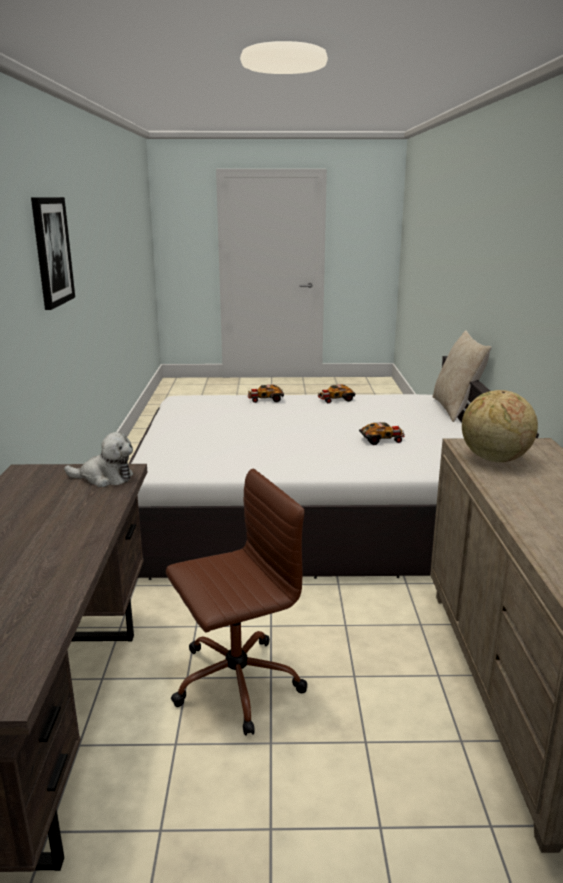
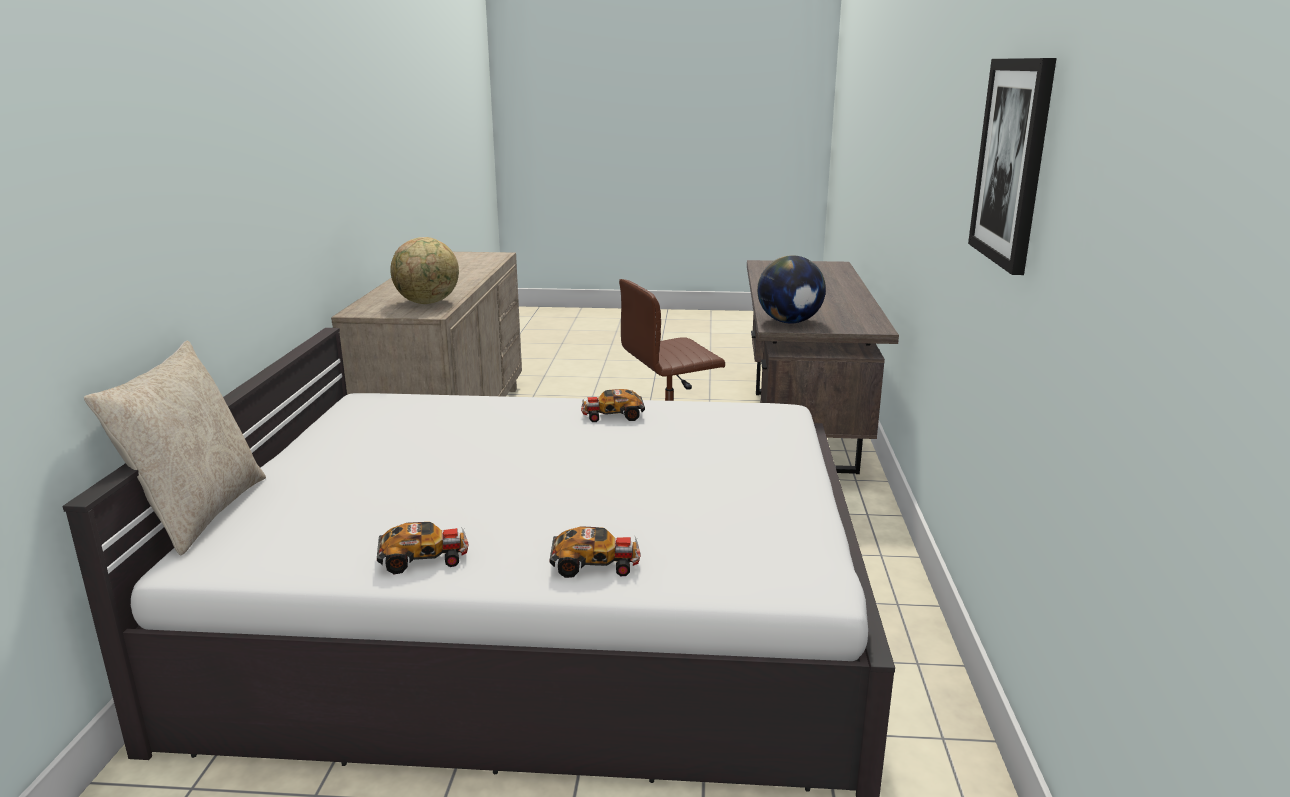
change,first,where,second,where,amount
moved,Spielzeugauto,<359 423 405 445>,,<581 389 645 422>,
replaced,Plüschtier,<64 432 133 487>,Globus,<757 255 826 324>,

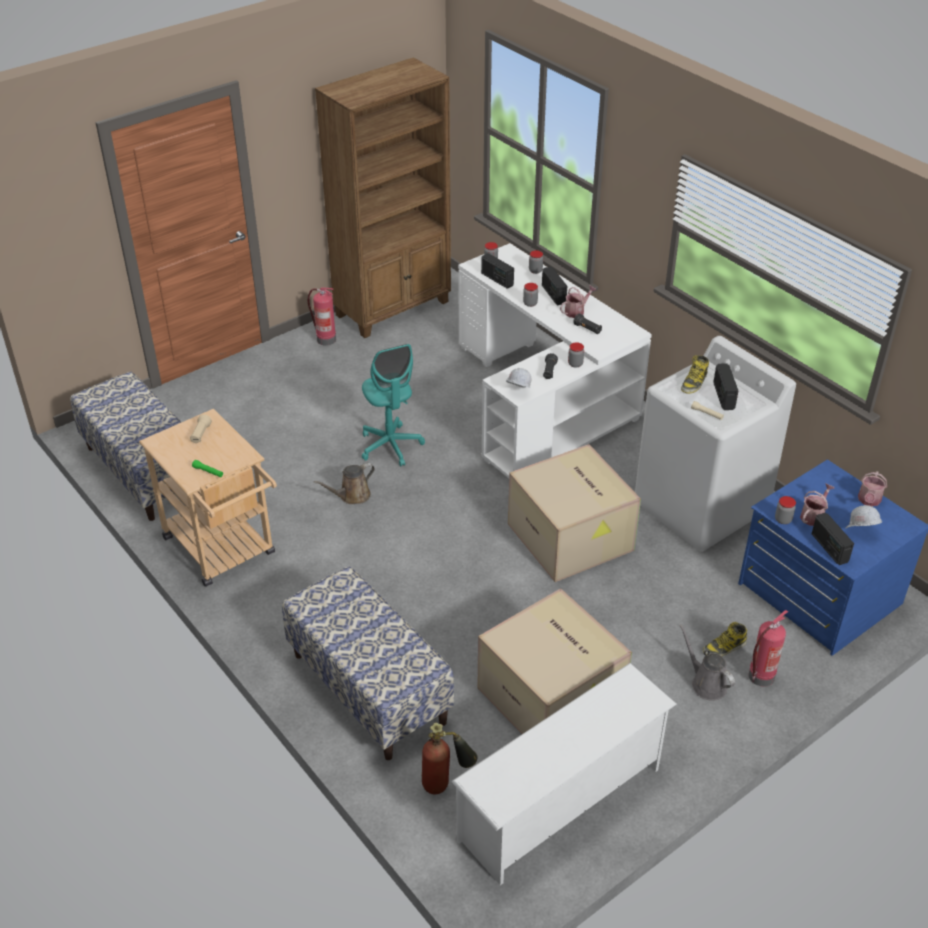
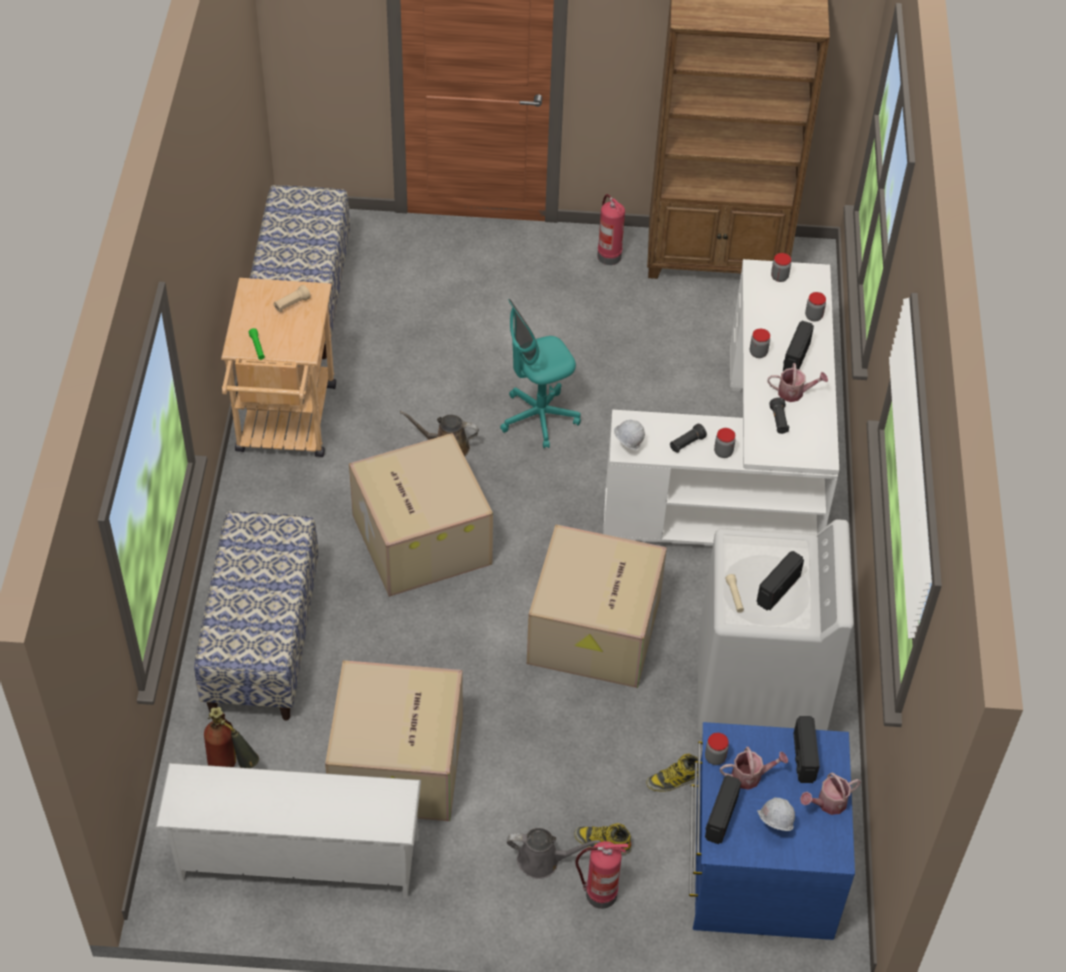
change,first,where,second,where,amount
added,,,Karton,<349 433 493 597>,
moved,Radio,<481 253 514 289>,,<793 716 820 783>,
moved,Stiefel,<681 355 709 394>,,<646 753 698 792>,
turned,Bürostuhl (türkis),<362 344 425 466>,,<500 299 581 448>,45 degrees clockwise
turned,Gießkanne (grau),<679 625 735 701>,,<507 828 601 879>,90 degrees clockwise

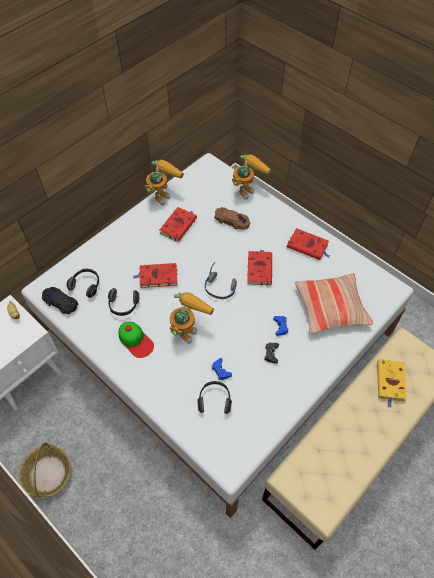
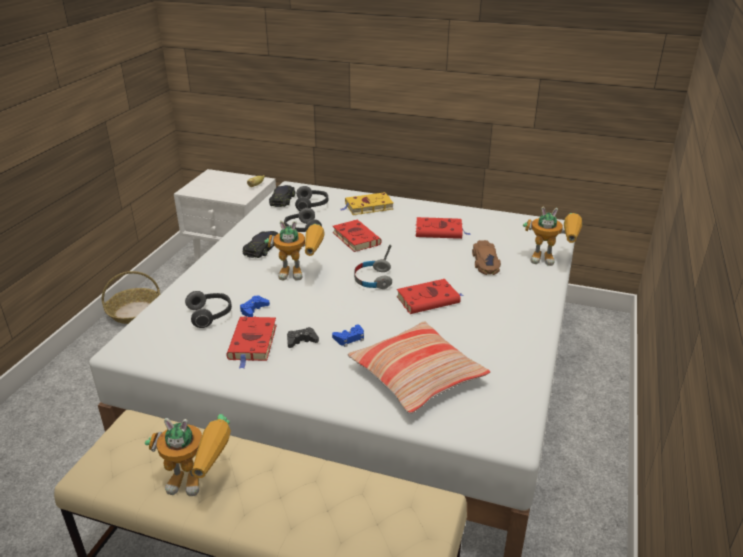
change,first,where,second,where,amount
moved,Spielzeugroboter,<145 160 184 205>,,<145 414 231 496>,
moved,Buch (rot),<287 228 330 260>,,<226 316 277 369>,
moved,Buch (gelb),<377 359 407 408>,,<340 192 393 215>,
replaced,Kappe,<118 322 154 358>,Spielzeugauto (schwarz),<243 231 278 258>,

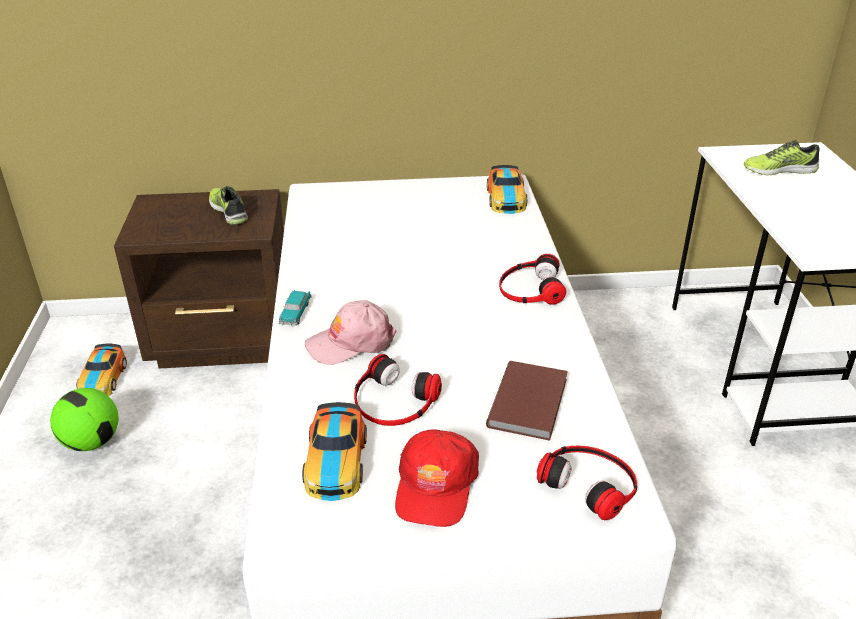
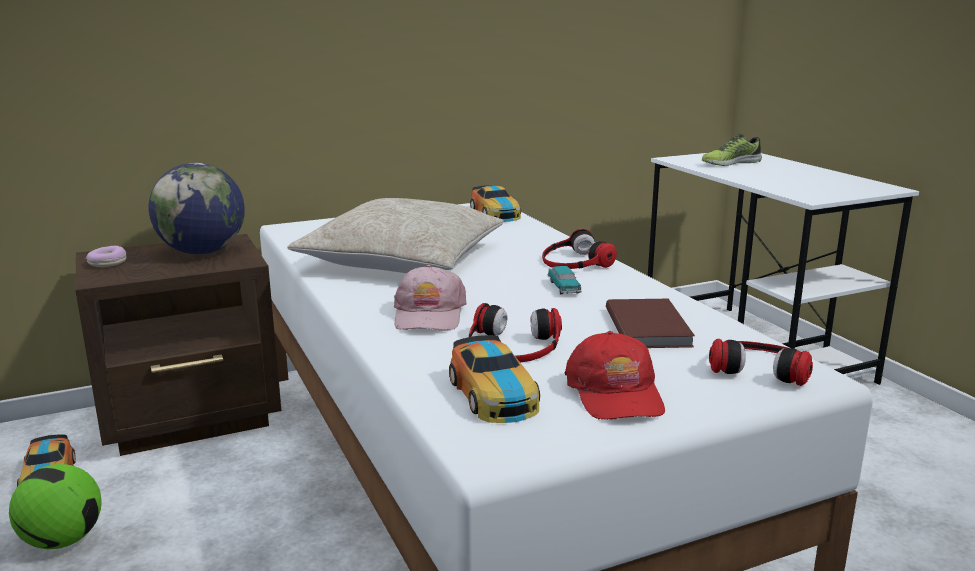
change,first,where,second,where,amount
added,,,Donut,<86 246 127 267>,
added,,,Kissen (beige),<287 198 504 273>,
moved,Spielzeugauto,<279 290 312 326>,,<548 266 582 294>,
replaced,Schuh,<209 186 248 225>,Globus,<148 163 245 255>,
turned,Kappe (rosa),<305 300 396 365>,,<394 265 466 331>,45 degrees counterclockwise

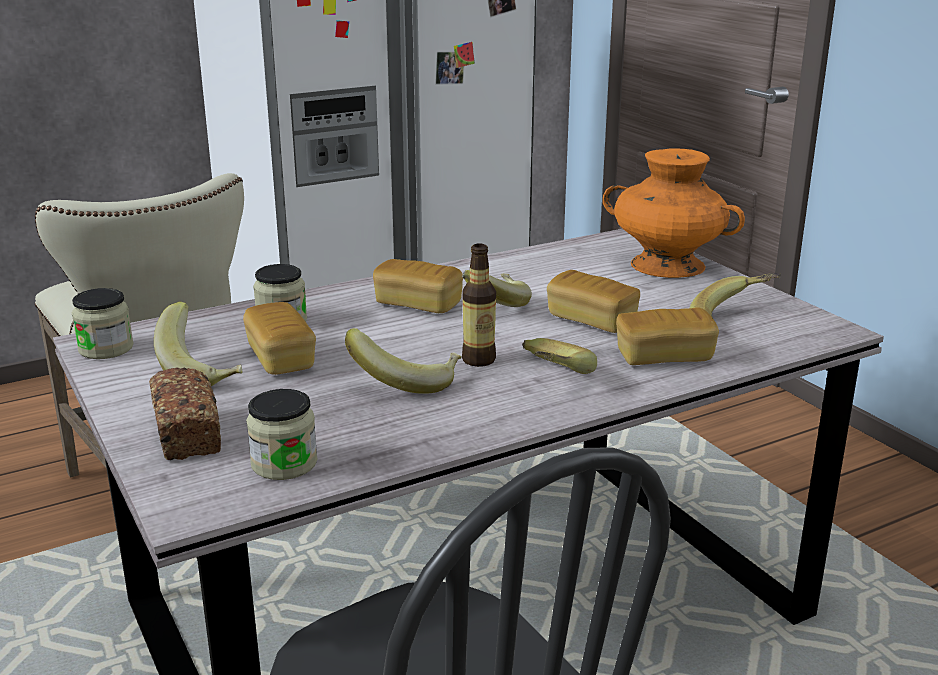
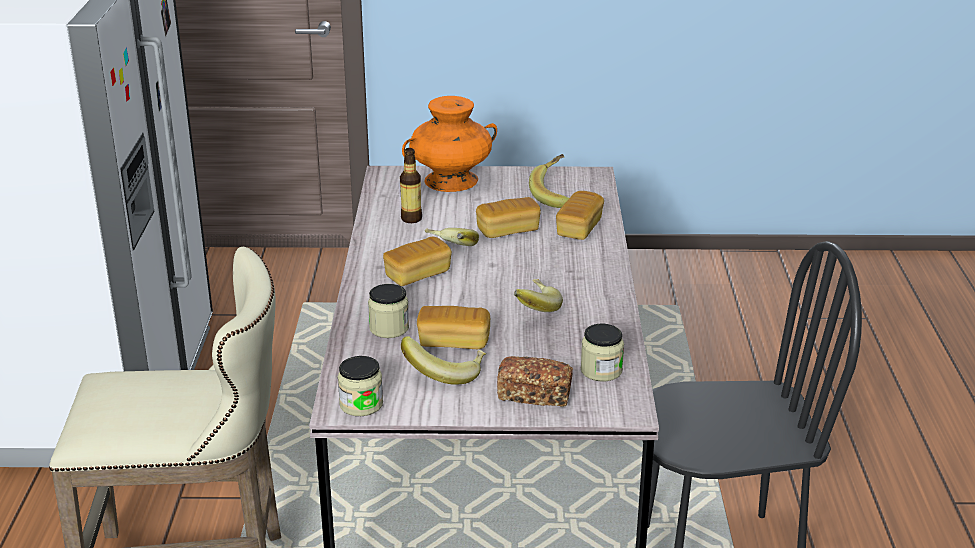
change,first,where,second,where,amount
removed,Banane,<522 338 597 374>,,,
moved,Flasche,<462 243 496 367>,,<400 148 422 223>,

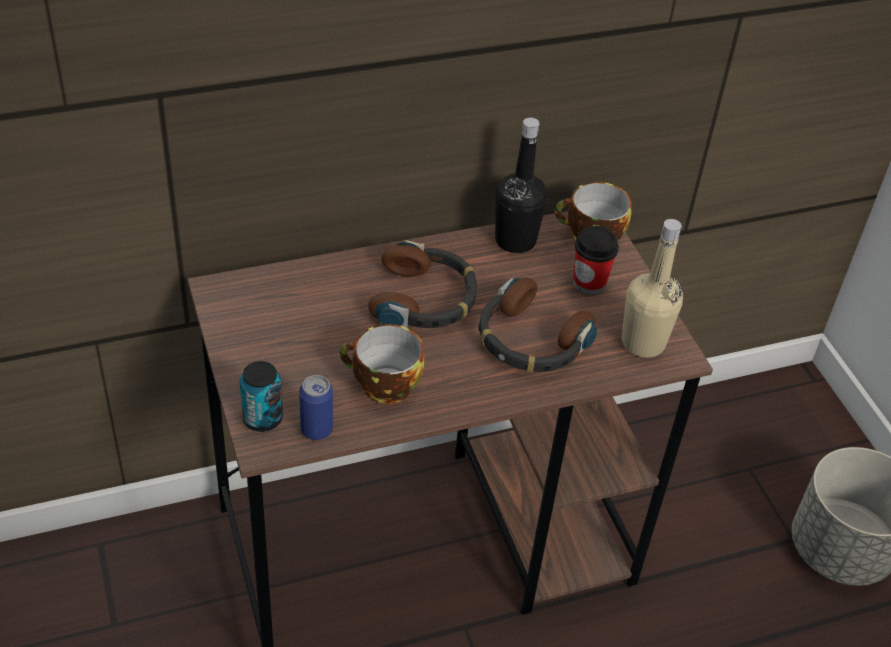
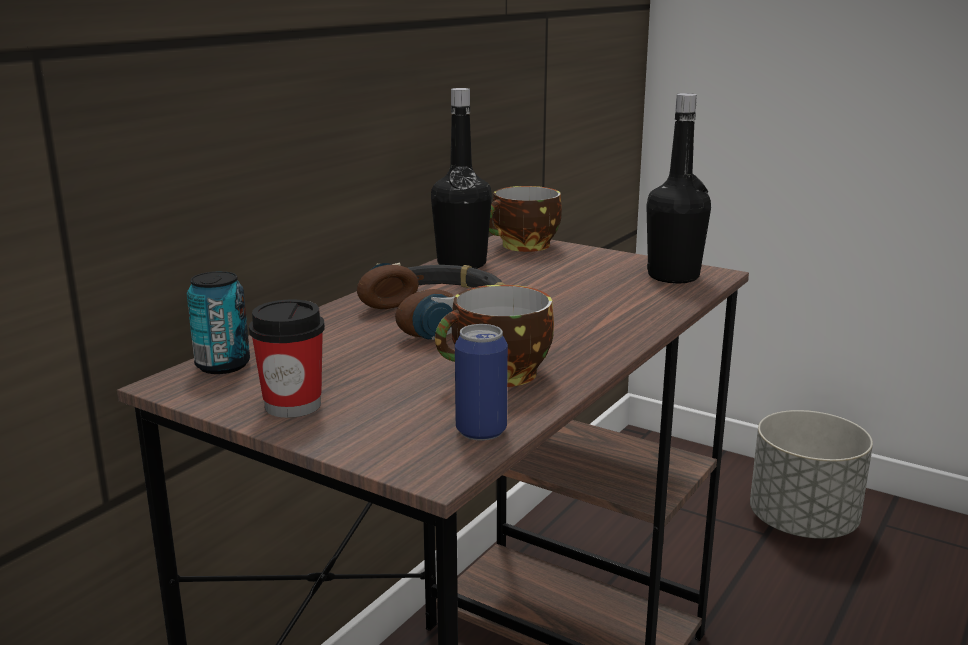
change,first,where,second,where,amount
removed,Kopfhörer,<478 277 597 373>,,,
moved,Dose,<240 361 283 432>,,<187 271 250 374>,
moved,Tasse,<573 226 619 295>,,<249 299 325 418>,
recoloured,Flasche (beige),<622 219 683 358>,Flasche (schwarz),<646 93 711 283>,

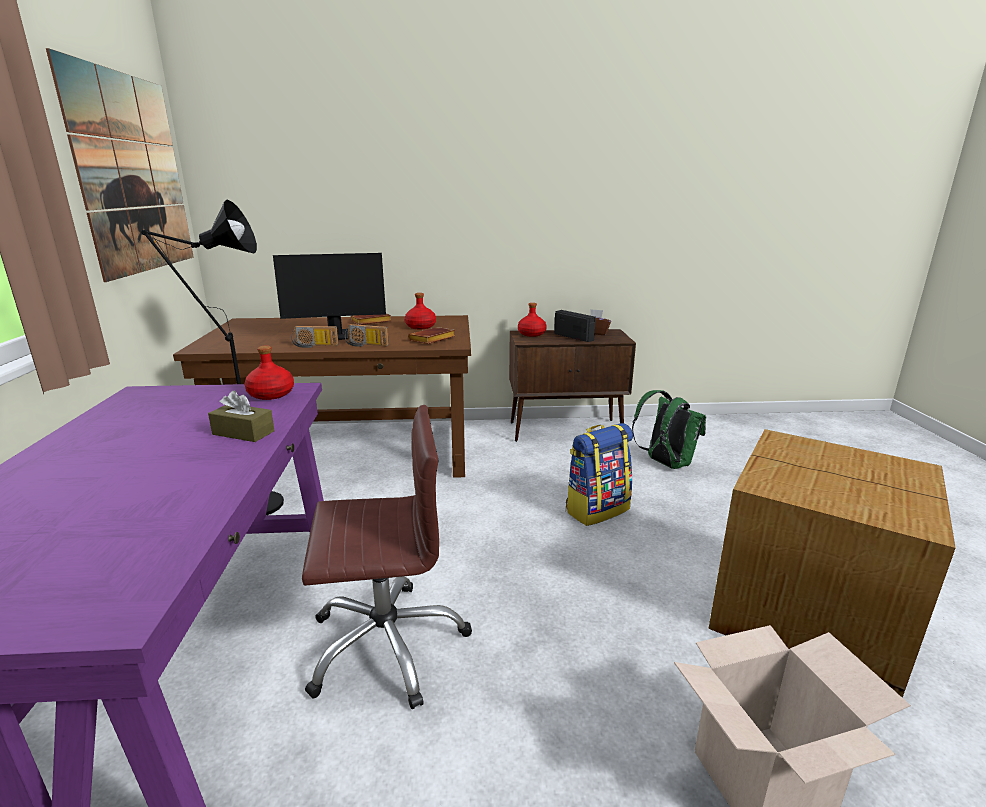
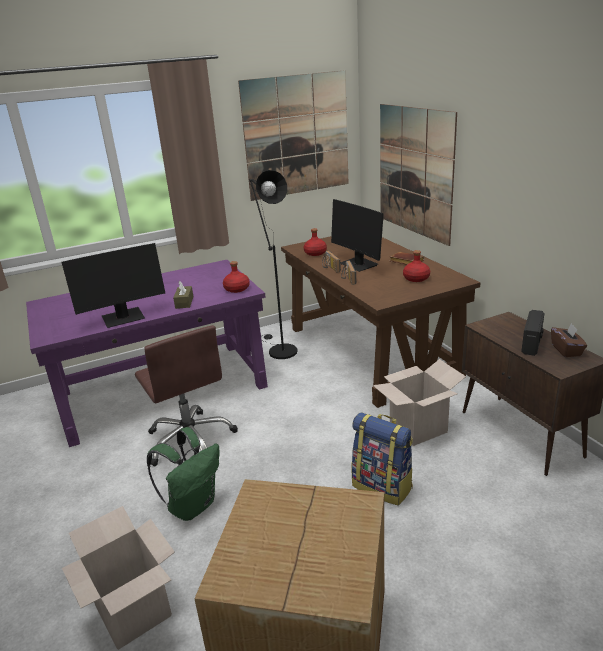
change,first,where,second,where,amount
removed,Buch (braun),<408 327 455 344>,,,
added,,,Monitor,<62 243 165 328>,
added,,,Karton,<373 359 466 446>,
added,,,Bild,<380 104 457 246>,
moved,Flasche (rot),<518 303 547 337>,,<304 228 327 256>,
moved,Rucksack (grün),<632 390 706 469>,,<147 427 219 521>,

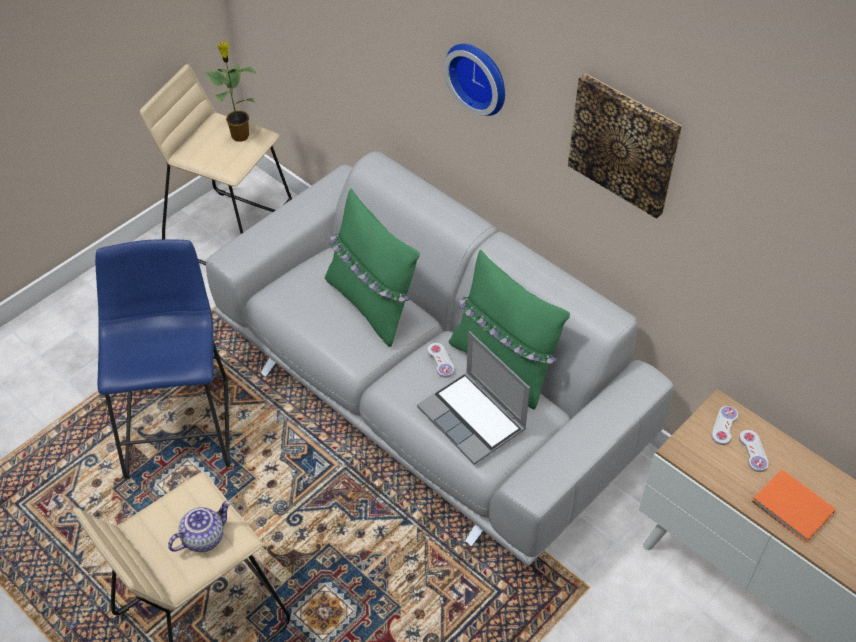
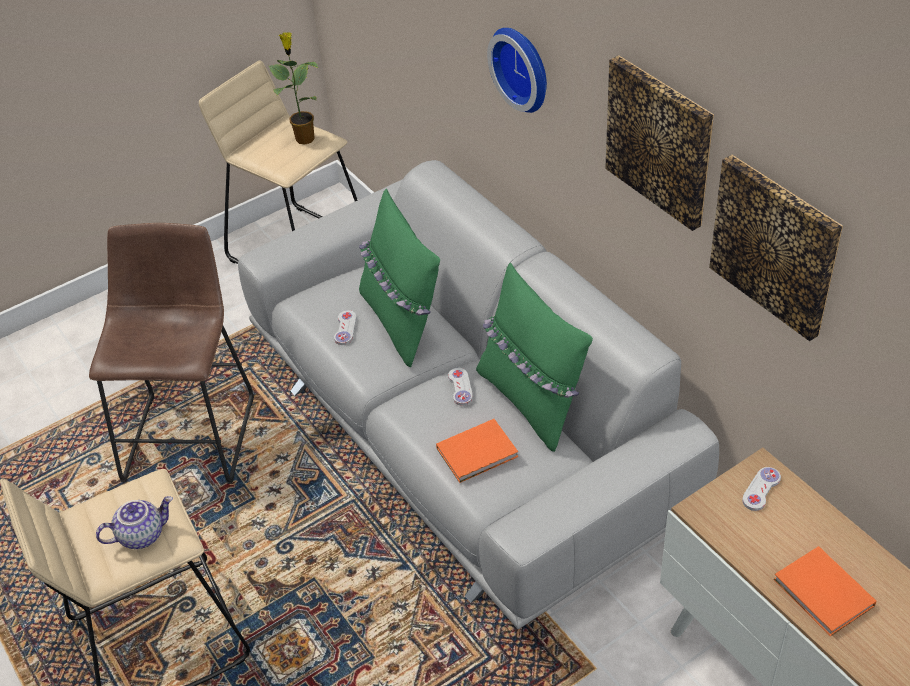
change,first,where,second,where,amount
added,,,Bild,<709 155 843 341>,
moved,Gamepad (weiß),<739 430 769 472>,,<334 310 357 345>,
replaced,Laptop,<417 331 530 465>,Buch (orange),<436 419 518 483>,
recoloured,Hocker (blau),<95 239 230 479>,Hocker (braun),<89 223 254 484>,

